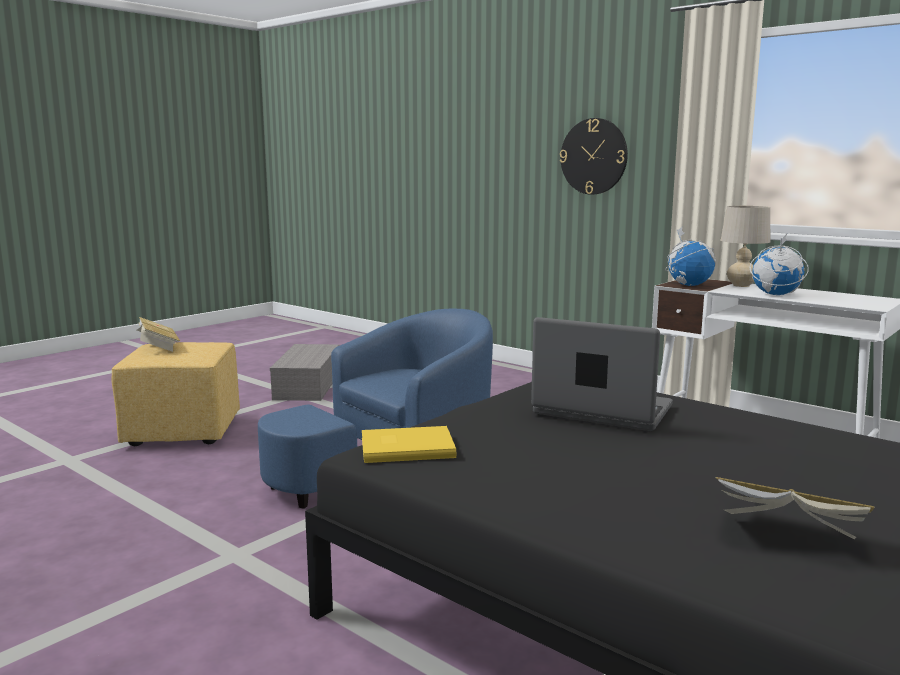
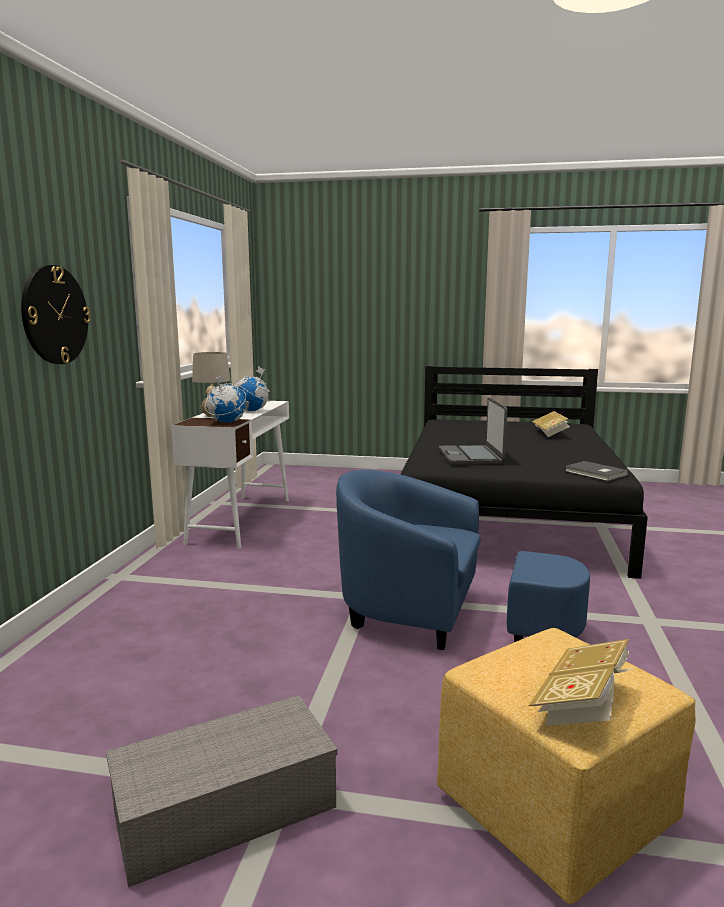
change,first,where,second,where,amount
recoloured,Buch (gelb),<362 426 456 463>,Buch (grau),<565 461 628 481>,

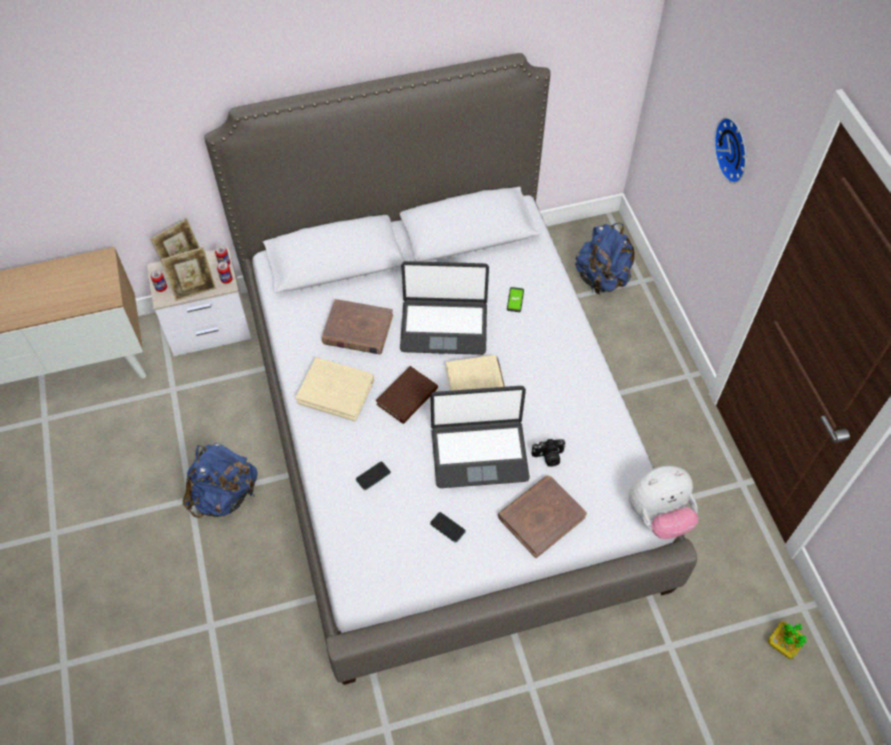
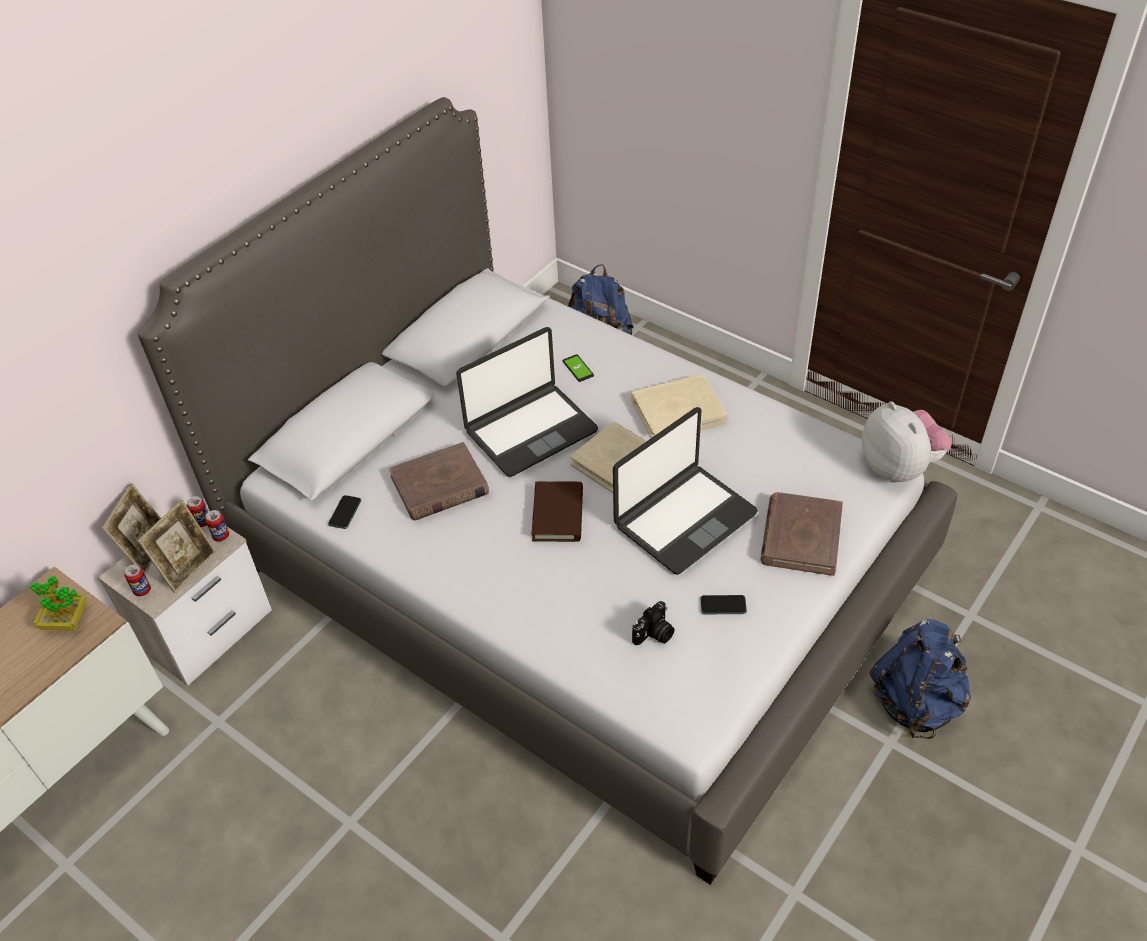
change,first,where,second,where,amount
removed,Wanduhr,<714 117 747 184>,,,
moved,Rucksack (blau),<183 443 258 518>,,<869 619 971 739>,
moved,Buch (beige),<296 357 374 421>,,<631 374 727 438>,
moved,Handy,<356 462 391 490>,,<328 495 361 529>,
moved,Kamera,<532 439 566 467>,,<632 601 675 645>,
moved,Topfpflanze,<768 621 807 659>,,<30 576 87 631>,
turned,Plüschtier,<629 466 698 539>,,<862 401 952 483>,60 degrees counterclockwise

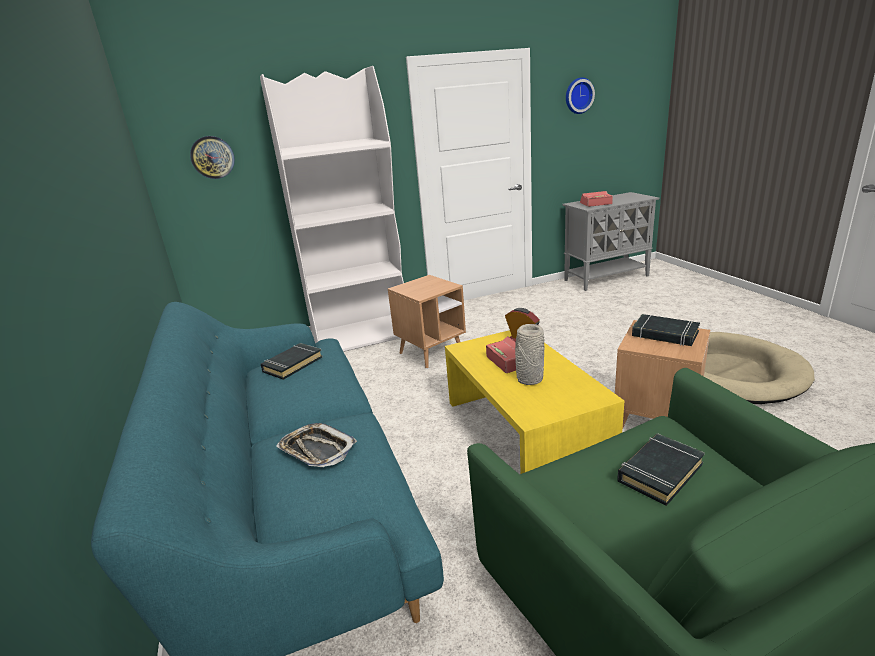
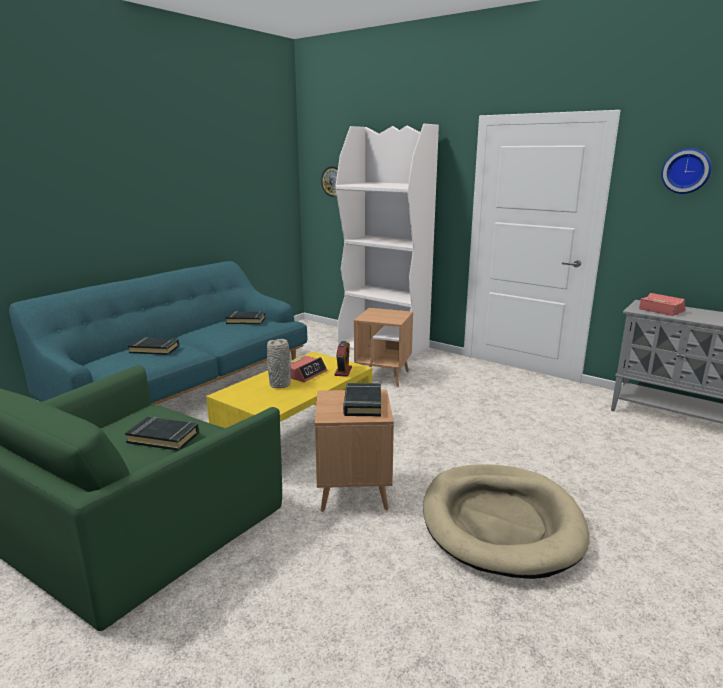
change,first,where,second,where,amount
replaced,Tablett,<276 423 357 467>,Buch (schwarz),<128 337 179 355>,

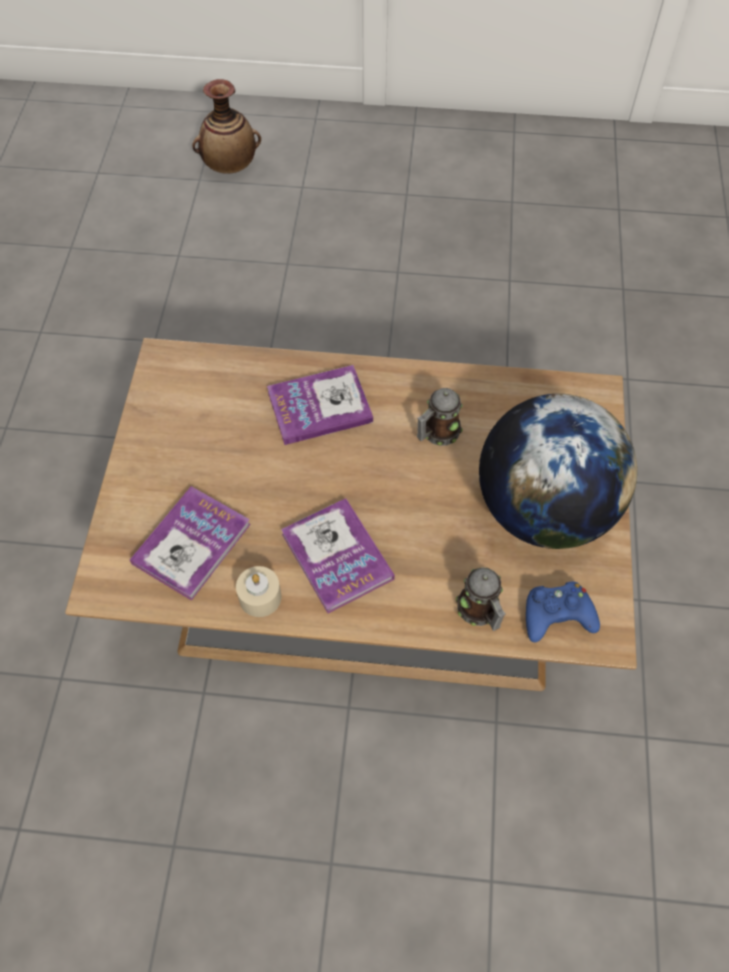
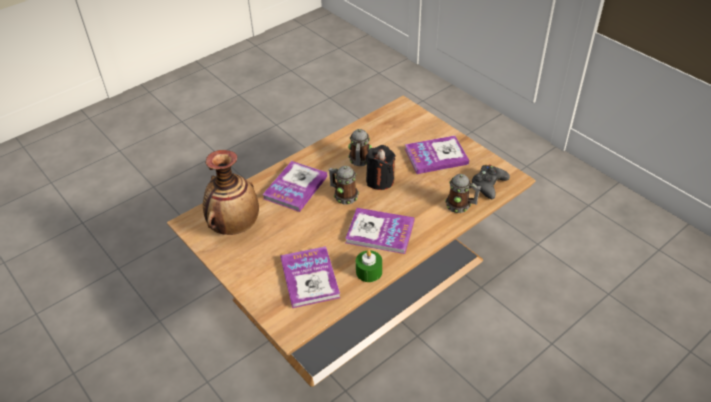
change,first,where,second,where,amount
added,,,Henkelbecher,<328 166 359 204>,
added,,,Kerze (schwarz),<366 145 395 190>,
moved,Vase,<192 79 261 174>,,<203 150 259 235>,
replaced,Globus,<479 394 637 549>,Buch,<405 135 469 174>,
recoloured,Kerze (beige),<236 566 281 617>,Kerze (grün),<356 250 382 282>,
recoloured,Gamepad (blau),<526 582 600 642>,Gamepad (schwarz),<472 165 510 199>,

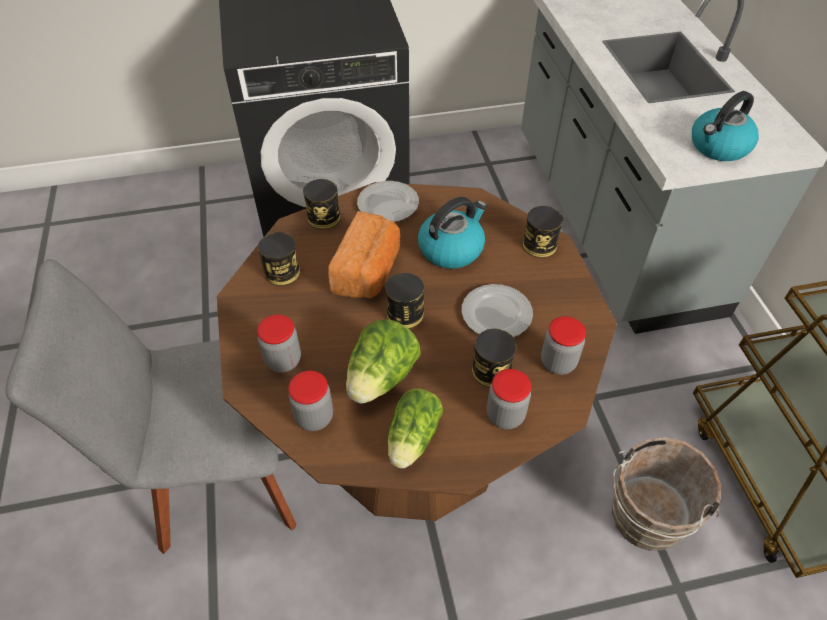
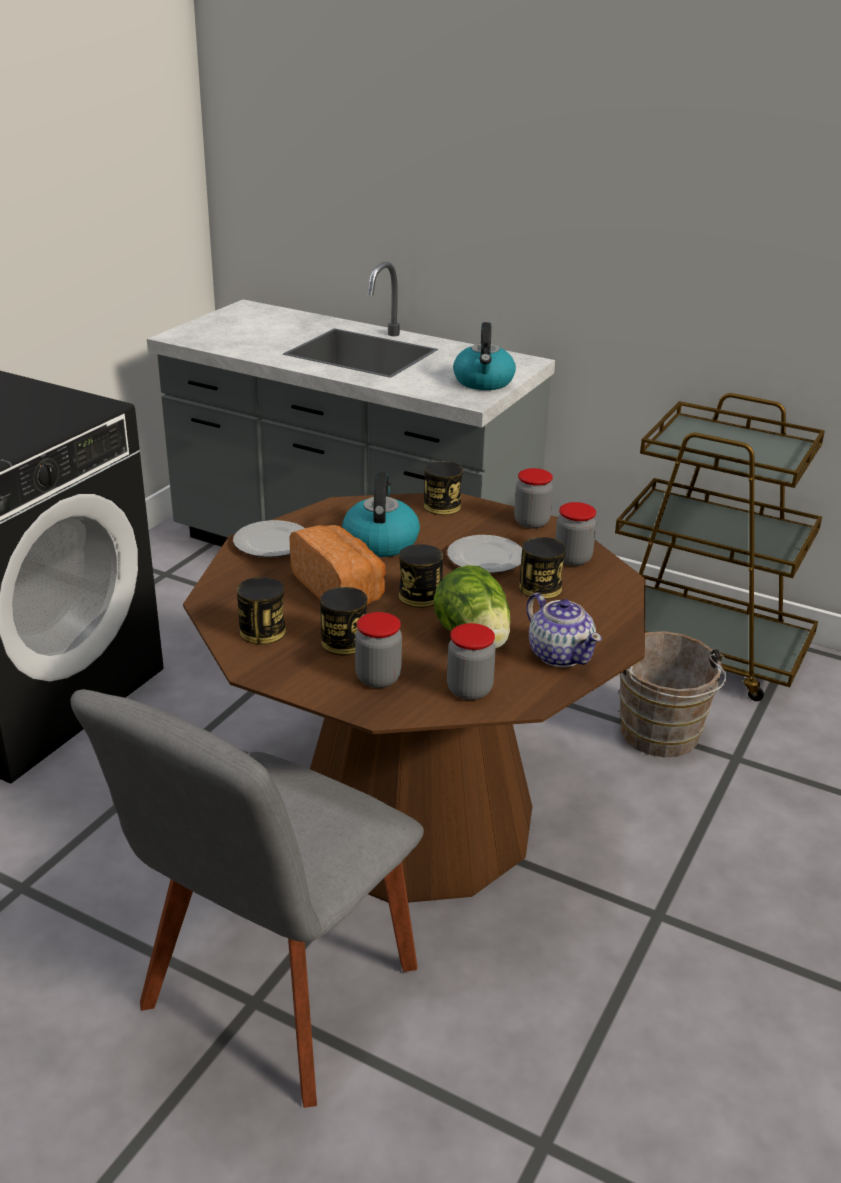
change,first,where,second,where,amount
moved,Dose,<303 179 340 229>,,<320 587 368 655>,
moved,Vorratsglas,<487 369 531 429>,,<514 468 553 529>,
replaced,Salatkopf,<387 388 443 468>,Teekanne,<526 593 602 667>,

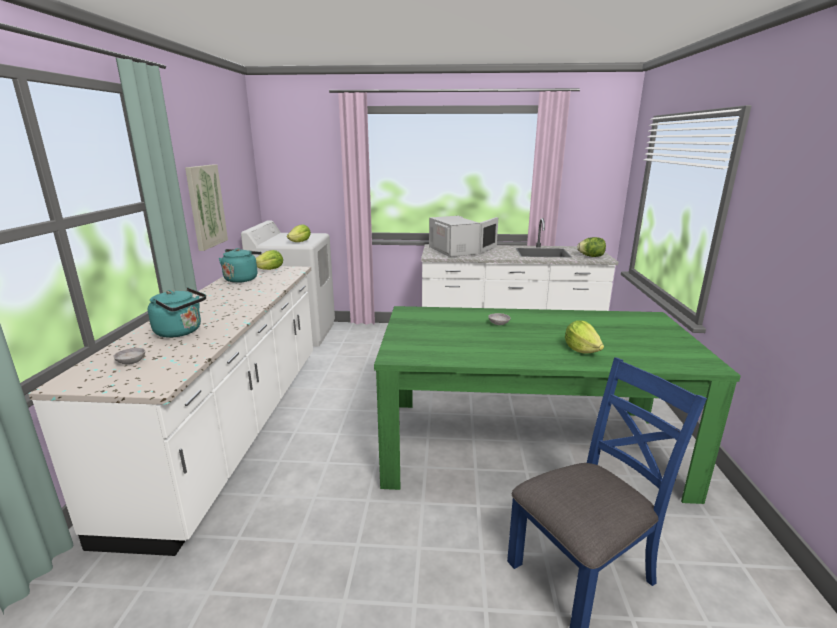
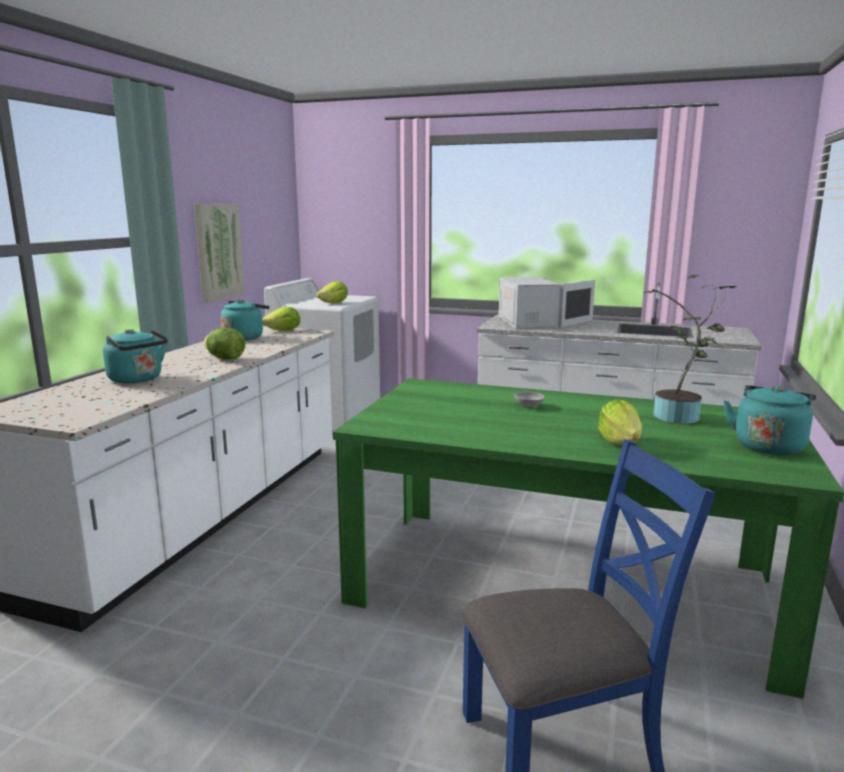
change,first,where,second,where,amount
removed,Schüssel (grau),<113 348 145 365>,,,
added,,,Topfpflanze,<643 274 737 424>,
added,,,Wasserkessel (türkis),<724 385 816 455>,
moved,Salatkopf,<577 237 606 257>,,<204 328 245 360>,

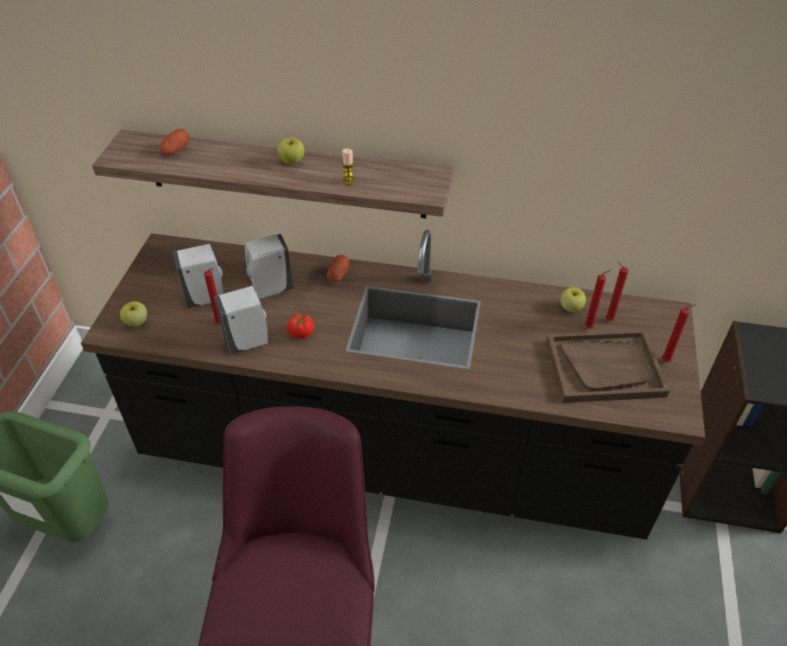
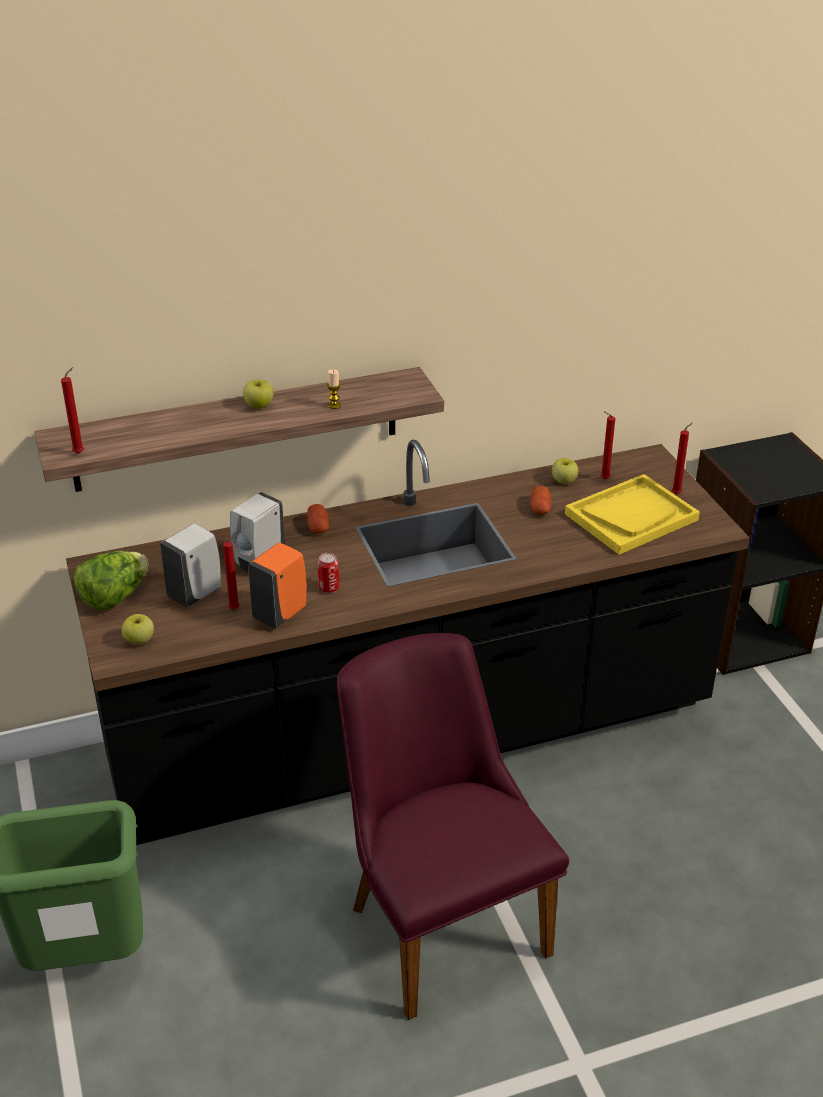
change,first,where,second,where,amount
added,,,Salatkopf,<74 551 149 611>,
moved,Kartoffel,<159 129 189 156>,,<530 486 552 515>,
moved,Kerze (rot),<584 270 611 328>,,<61 367 84 454>,
replaced,Tomate,<287 314 315 339>,Dose,<318 553 340 593>,
recoloured,Seifenspender (weiß),<215 286 268 354>,Seifenspender (orange),<248 543 307 628>,
recoloured,Tablett (braun),<546 330 670 403>,Tablett (gelb),<565 474 700 555>,

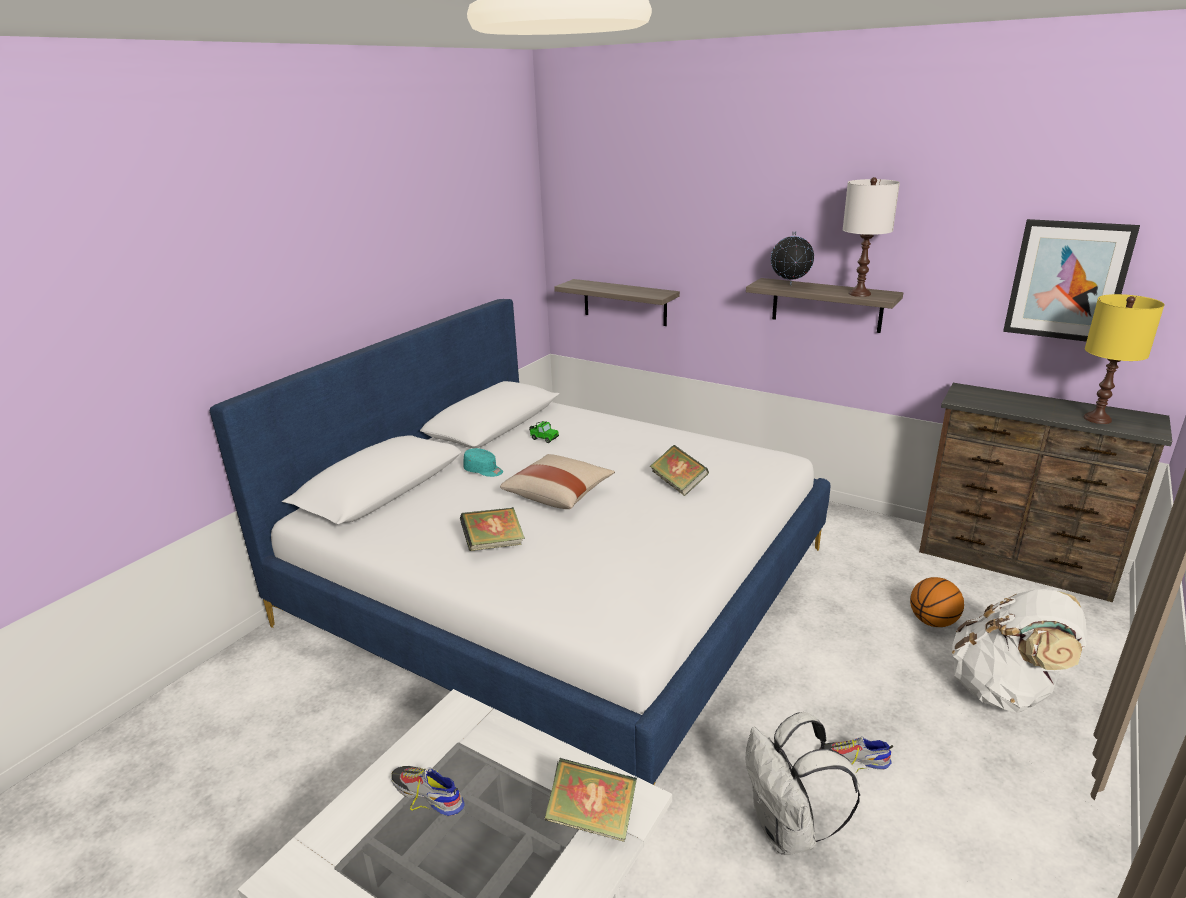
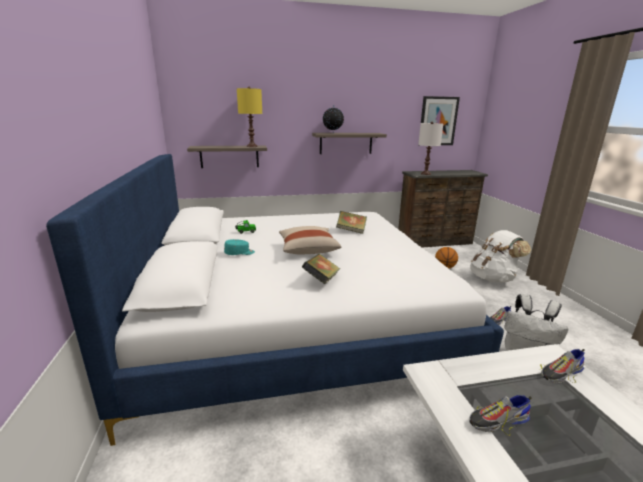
change,first,where,second,where,amount
moved,Tischlampe (weiß),<843 177 900 297>,,<418 121 443 175>,
moved,Tischlampe (gelb),<1083 294 1165 424>,,<237 87 262 147>,
replaced,Buch,<544 758 637 842>,Schuh,<540 349 585 383>,

